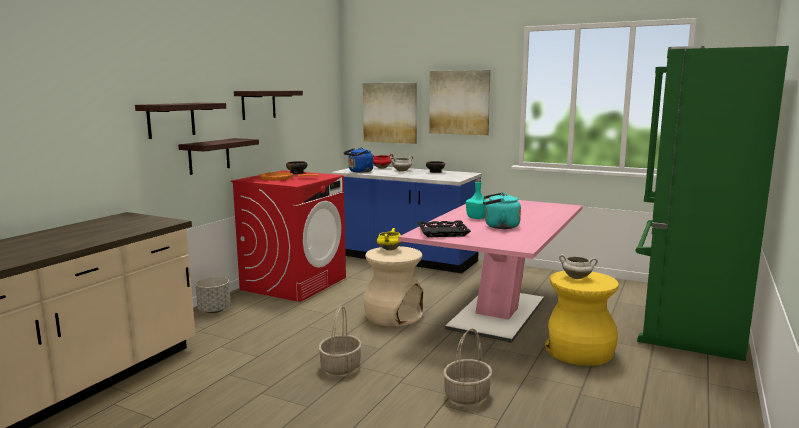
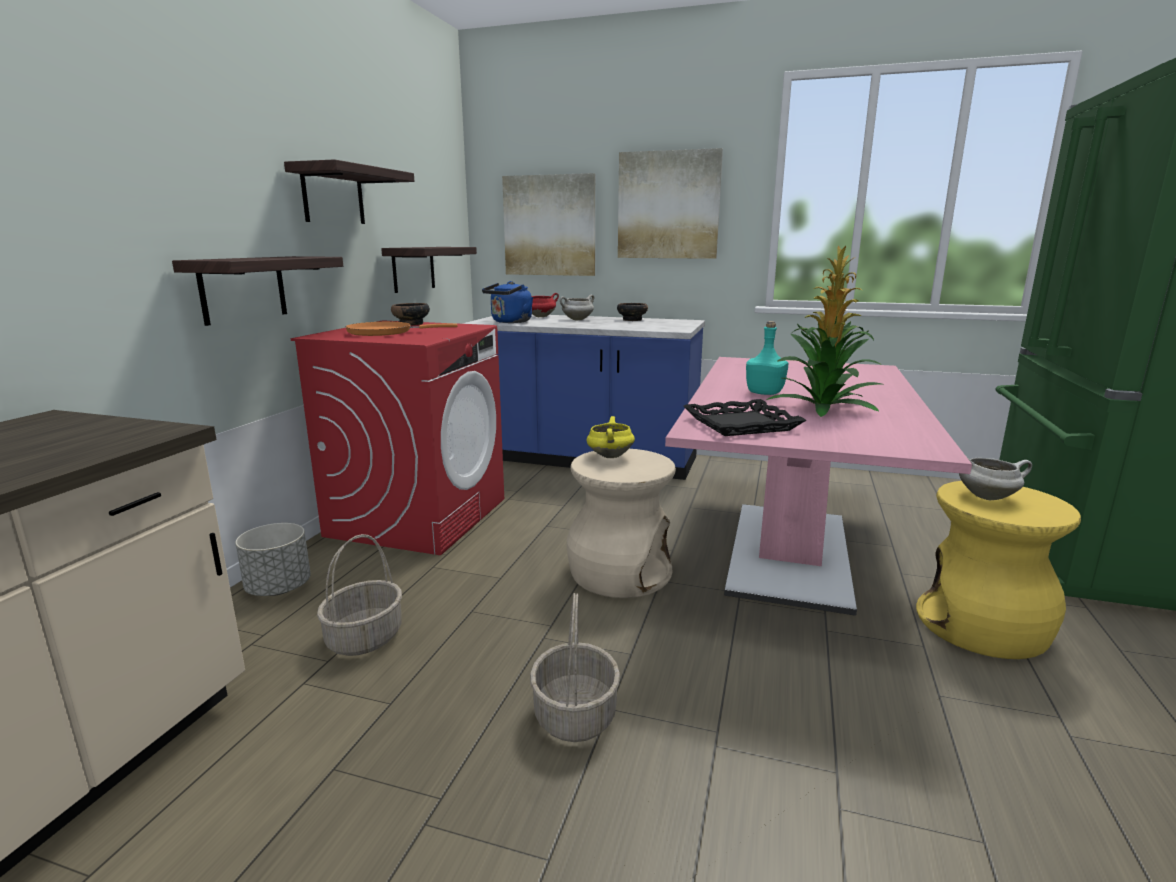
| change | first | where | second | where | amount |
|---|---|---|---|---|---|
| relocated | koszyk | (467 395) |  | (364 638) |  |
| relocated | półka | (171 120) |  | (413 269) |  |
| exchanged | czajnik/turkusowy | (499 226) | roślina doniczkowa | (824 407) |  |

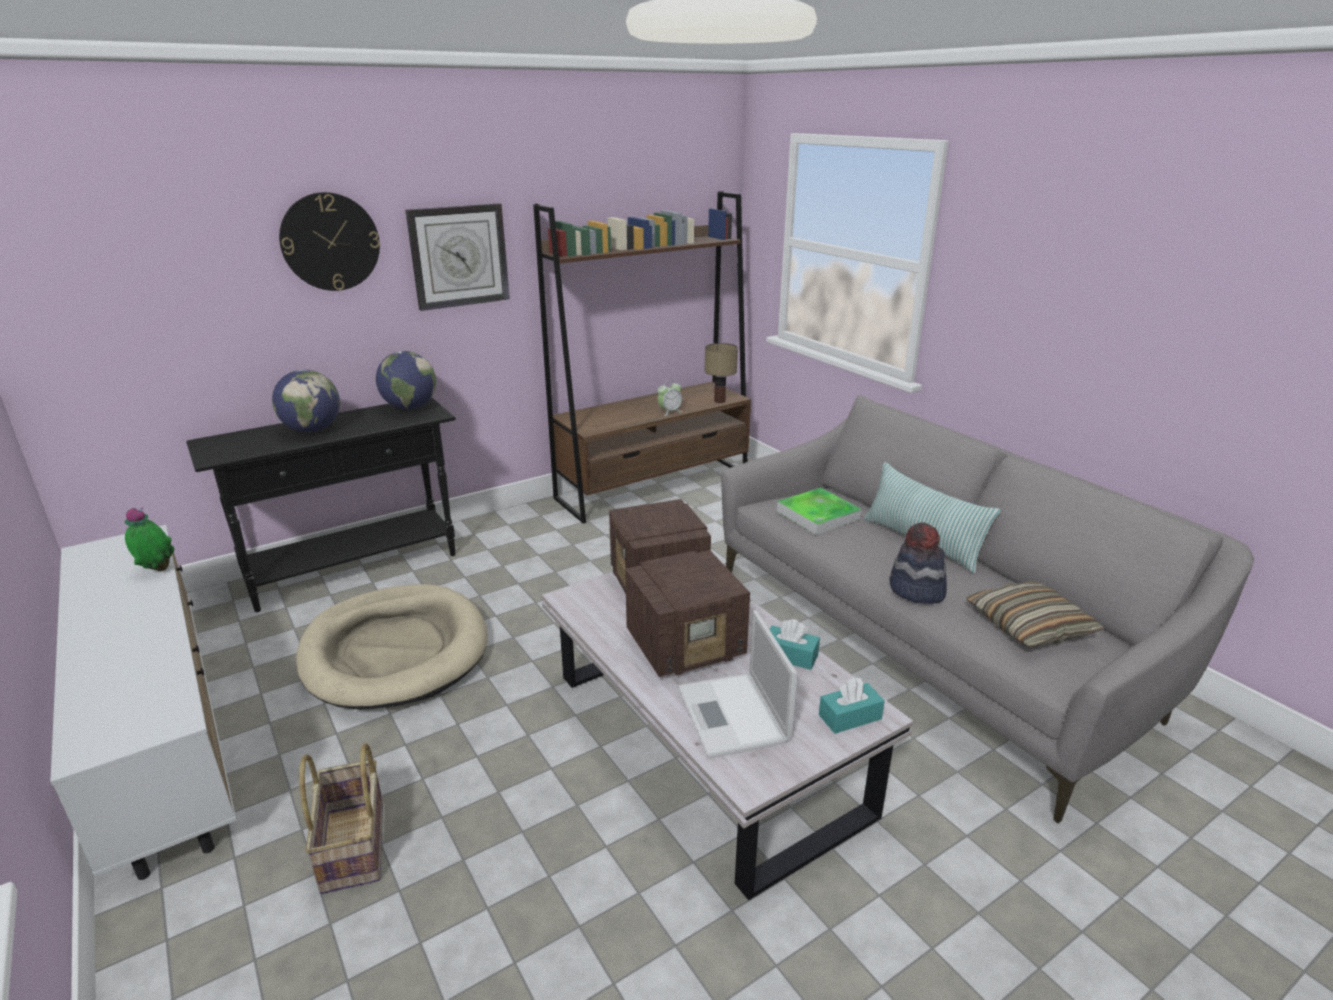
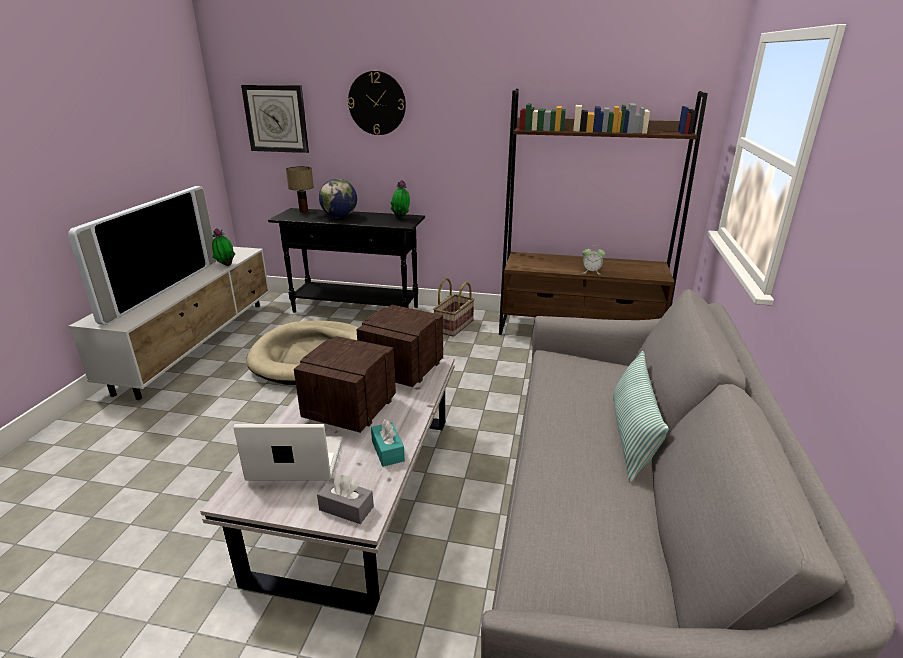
| change | first | where | second | where | amount |
|---|---|---|---|---|---|
| appeared |  |  | telewizor | (160 289) |  |
| spun | laptop | (733 716) |  | (294 460) | 60 degrees clockwise |
| relocated | zegar ścienny | (459 256) |  | (276 119) |  |
| relocated | lampa stołowa | (719 401) |  | (304 211) |  |
| spun | radio | (687 645) |  | (348 410) | 90 degrees clockwise |
| colour | pudełko chusteczek/turkusowy | (850 717) | pudełko chusteczek/szary | (346 508) |  |
| exchanged | globus | (410 407) | roślina doniczkowa | (401 218) |  |
| relocated | koszyk | (355 846) |  | (454 326) |  |
| missing | taca | (818 515) |  |  |  |
| missing | kapelusz | (916 590) |  |  |  |
| missing | poduszka | (1029 626) |  |  |  |

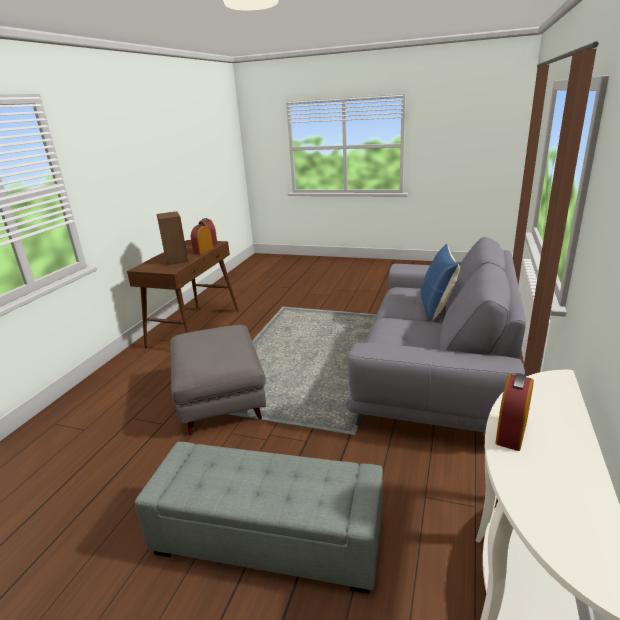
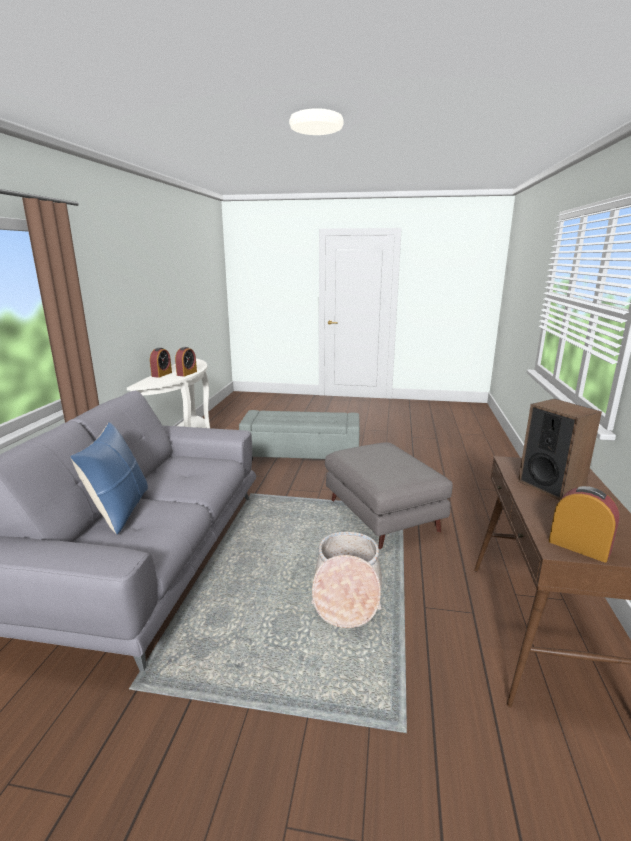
| change | first | where | second | where | amount |
|---|---|---|---|---|---|
| relocated | budzik | (203 251) |  | (162 374) |  |
| appeared |  |  | koszyk | (346 593) |  |

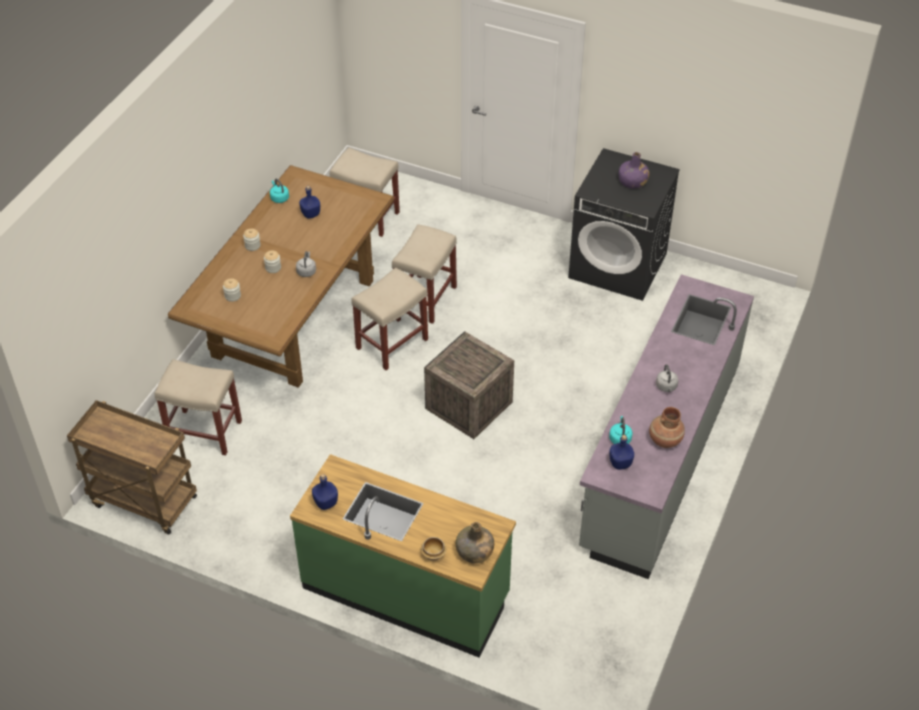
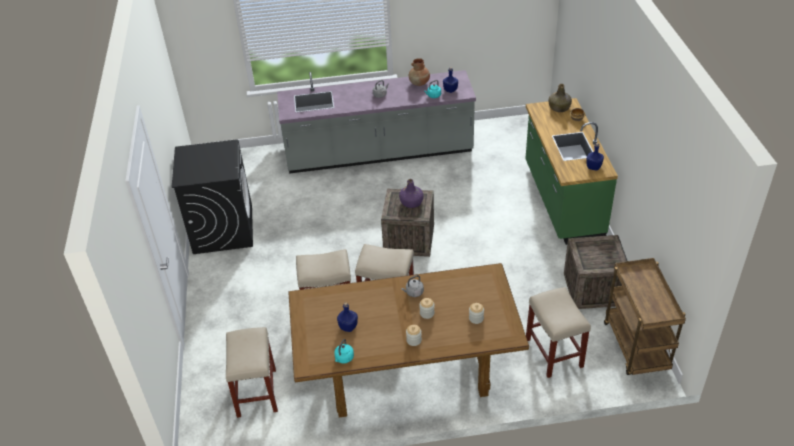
| change | first | where | second | where | amount |
|---|---|---|---|---|---|
| relocated | butelka/fioletowy | (632 182) |  | (411 202) |  |
| appeared |  |  | skrzynka | (593 289) |  |

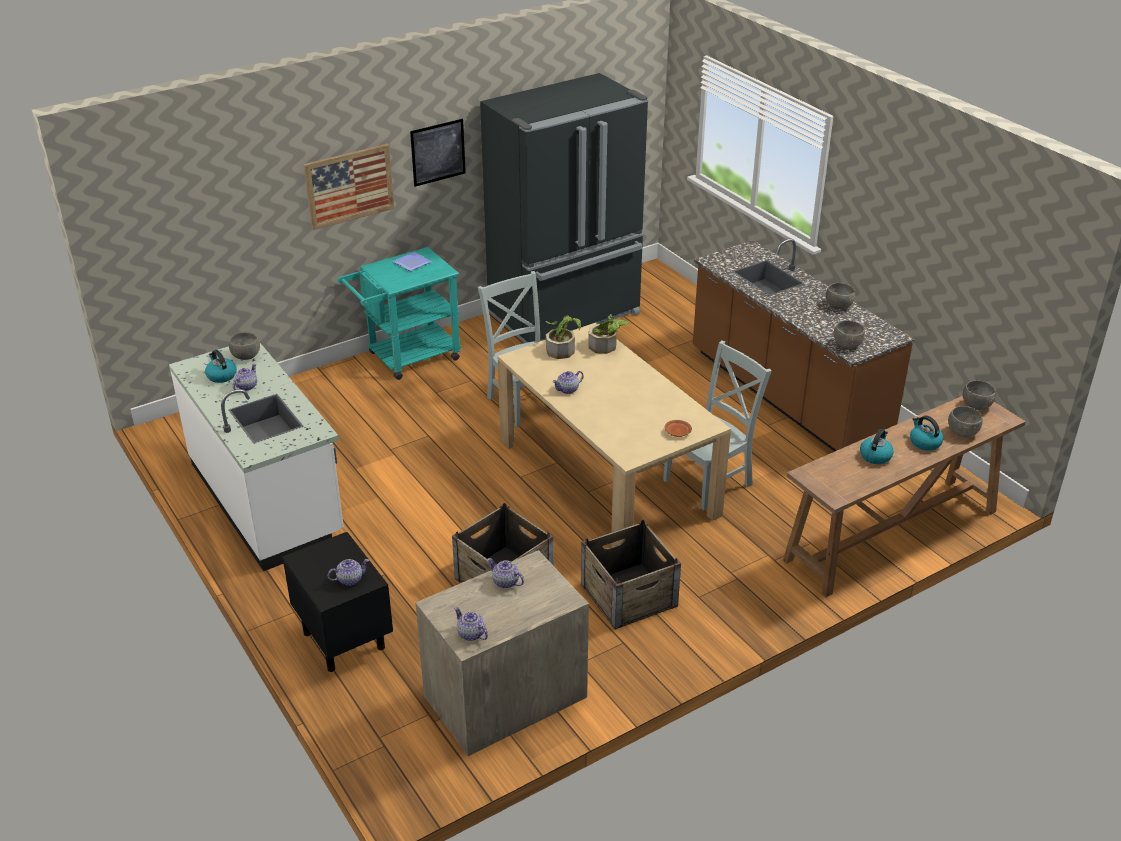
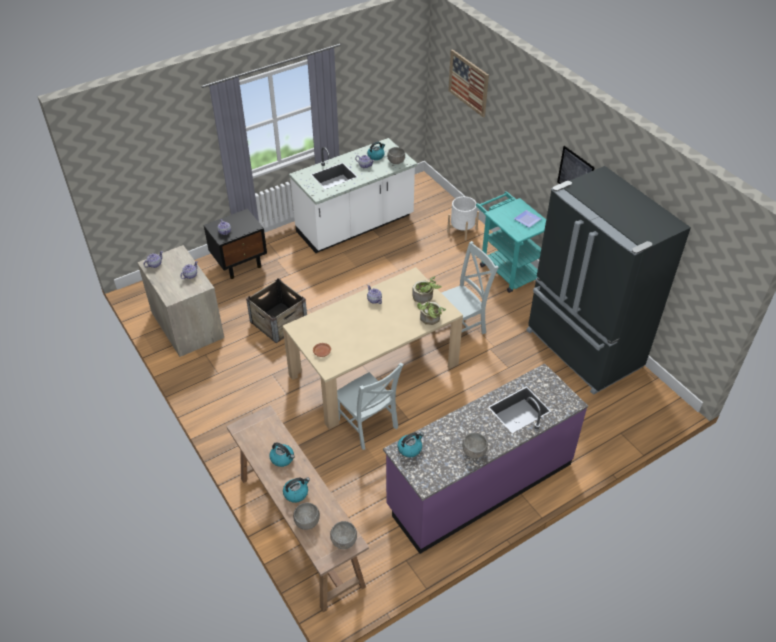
| change | first | where | second | where | amount |
|---|---|---|---|---|---|
| colour | zabudowa kuchenna/brązowy | (786 397) | zabudowa kuchenna/fioletowy | (479 485) |  |
| exchanged | miska/szary | (847 345) | czajnik | (410 448) |  |
| appeared |  |  | donica/biały | (462 230) |  |
| relocated | obraz | (349 186) |  | (468 83) |  |
| missing | skrzynka | (628 595) |  |  |  |

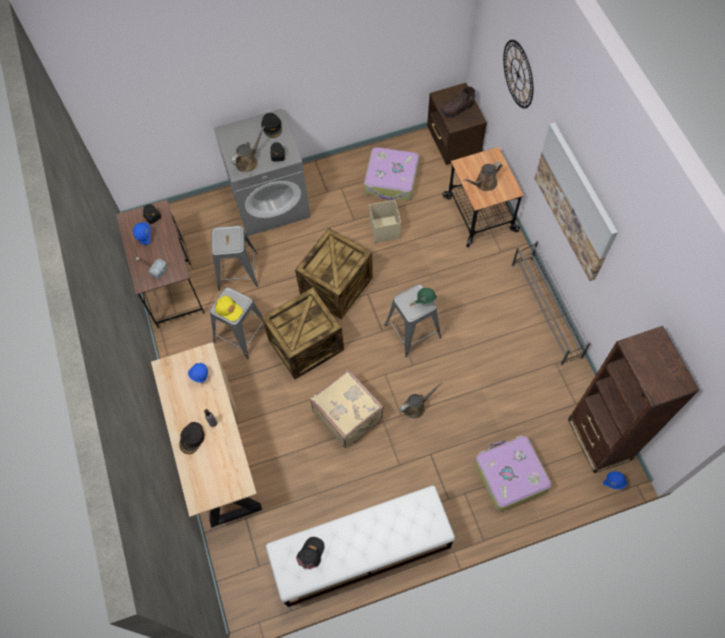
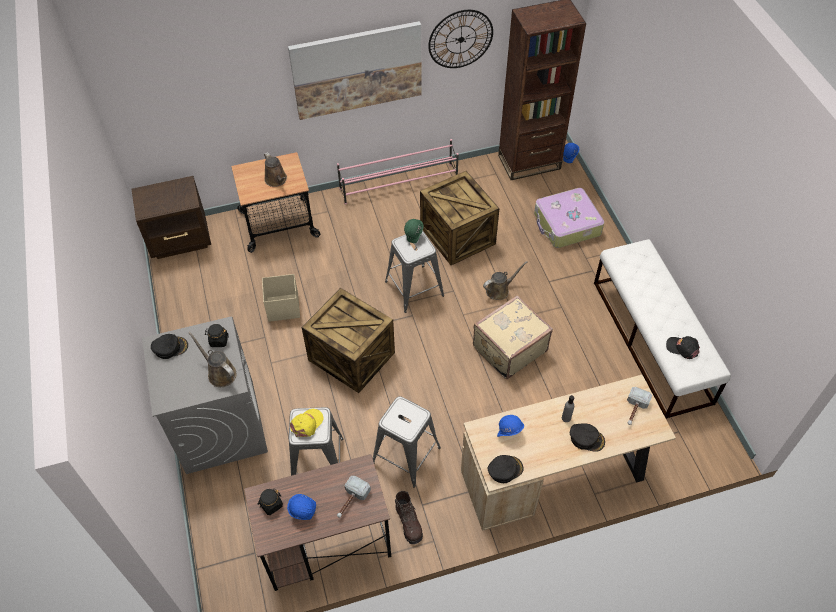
| change | first | where | second | where | amount |
|---|---|---|---|---|---|
| relocated | czapka z daszkiem/żółty | (228 309) |  | (307 424) |  |
| colour | regał na buty/szary | (546 310) | regał na buty/różowy | (399 184) |  |
| relocated | but z cholewką/brązowy | (457 109) |  | (409 523) |  |
| relocated | skrzynka | (306 345) |  | (458 235) |  |
| relocated | zegar ścienny | (518 74) |  | (460 39) |  |
| spun | konewka/brązowy | (416 406) |  | (499 290) | 90 degrees clockwise |
| appeared |  |  | czapka z daszkiem/czarny | (505 469) |  |
| appeared |  |  | młotek | (634 410) |  |
| missing | walizka | (391 179) |  |  |  |

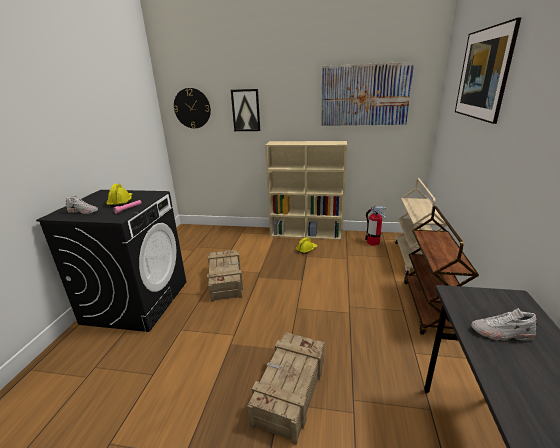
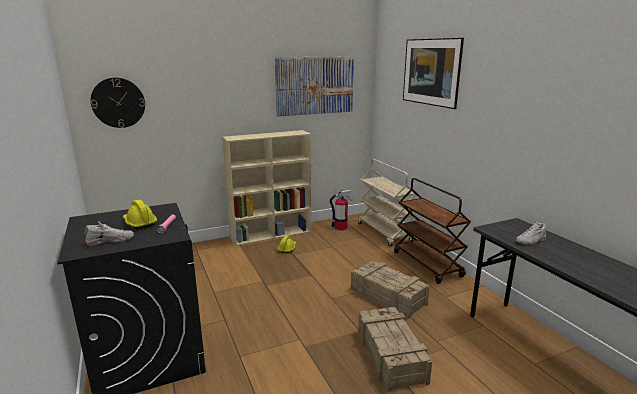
| change | first | where | second | where | amount |
|---|---|---|---|---|---|
| relocated | skrzynka | (226 281) |  | (388 296) |  |
| missing | obraz | (246 110) |  |  |  |

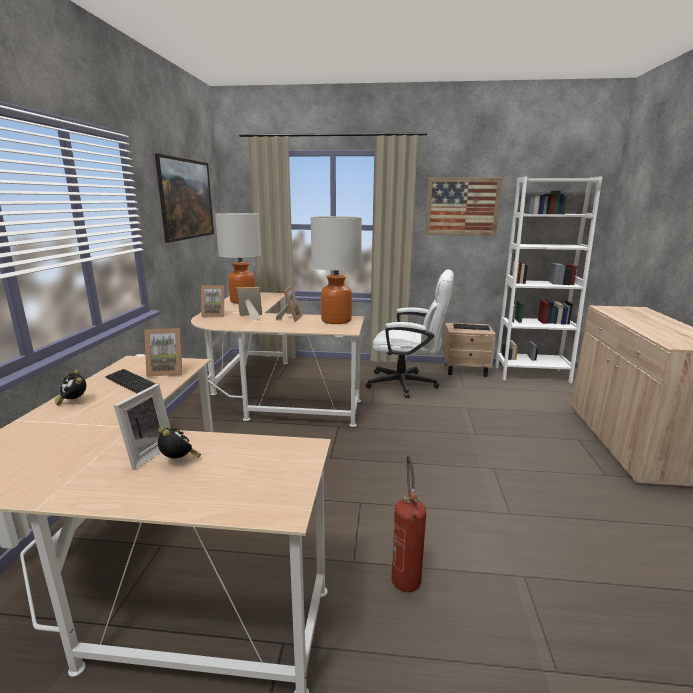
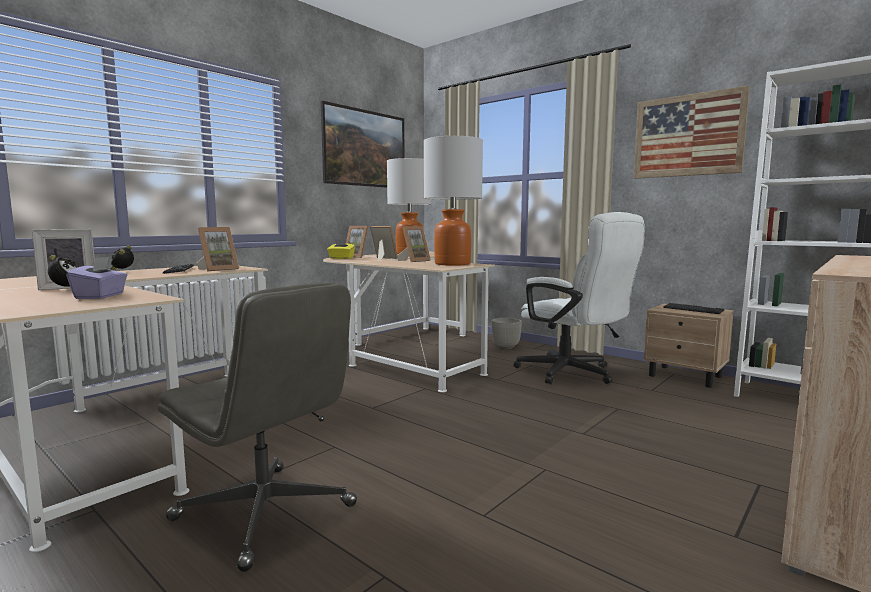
| change | first | where | second | where | amount |
|---|---|---|---|---|---|
| appeared |  |  | pudełko chusteczek/fioletowy | (100 296) |  |
| exchanged | gaśnica | (405 574) | krzesło biurowe/szary | (266 513) |  |
| spun | ramka na zdjęcie | (167 371) |  | (217 269) | 75 degrees counterclockwise |
| appeared |  |  | pudełko chusteczek/żółty | (341 258) |  |
| appeared |  |  | donica/szary | (506 347) |  |

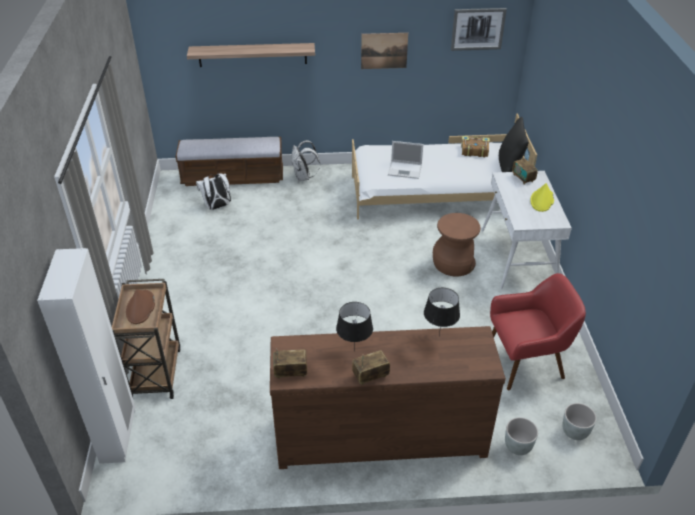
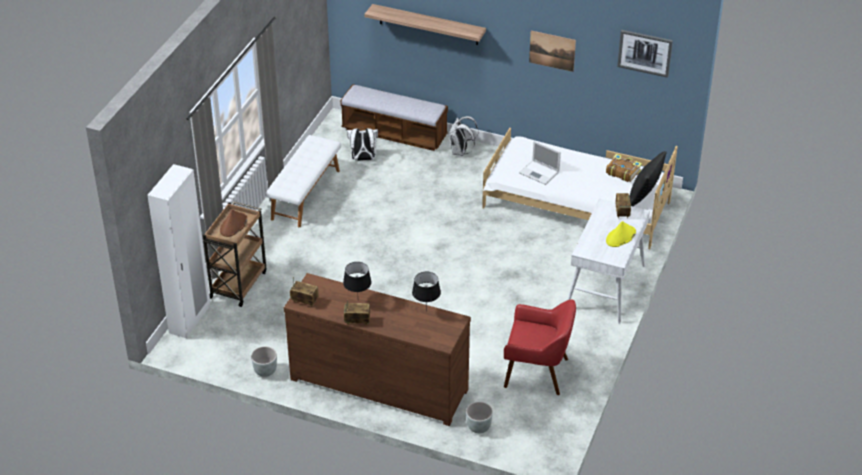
| change | first | where | second | where | amount |
|---|---|---|---|---|---|
| relocated | donica/szary | (575 432) |  | (265 371) |  |
| appeared |  |  | ławka/biały | (305 194) |  |
| missing | stołek/brązowy | (453 263) |  |  |  |

